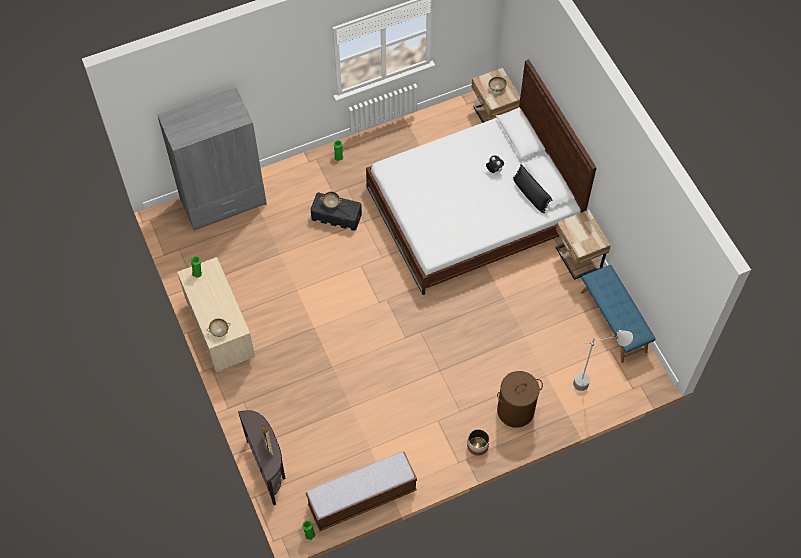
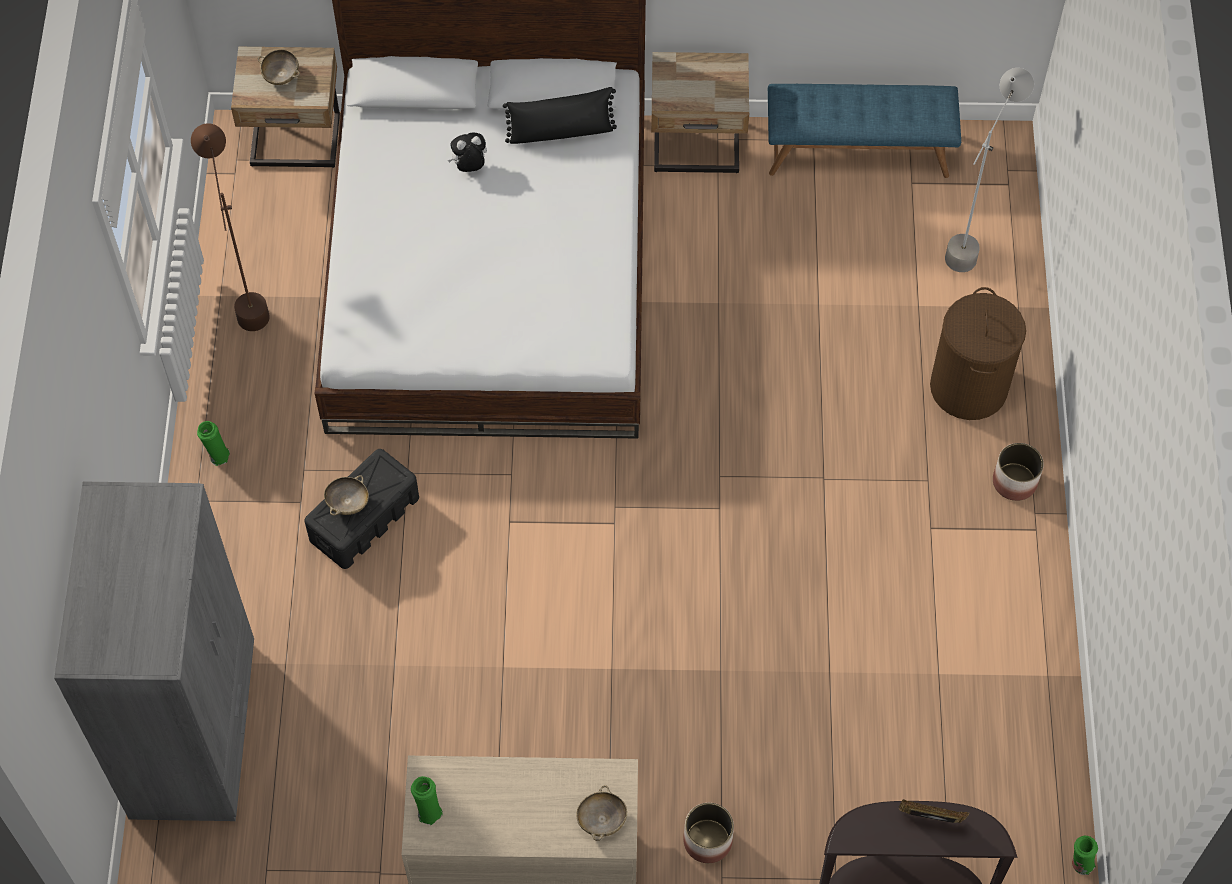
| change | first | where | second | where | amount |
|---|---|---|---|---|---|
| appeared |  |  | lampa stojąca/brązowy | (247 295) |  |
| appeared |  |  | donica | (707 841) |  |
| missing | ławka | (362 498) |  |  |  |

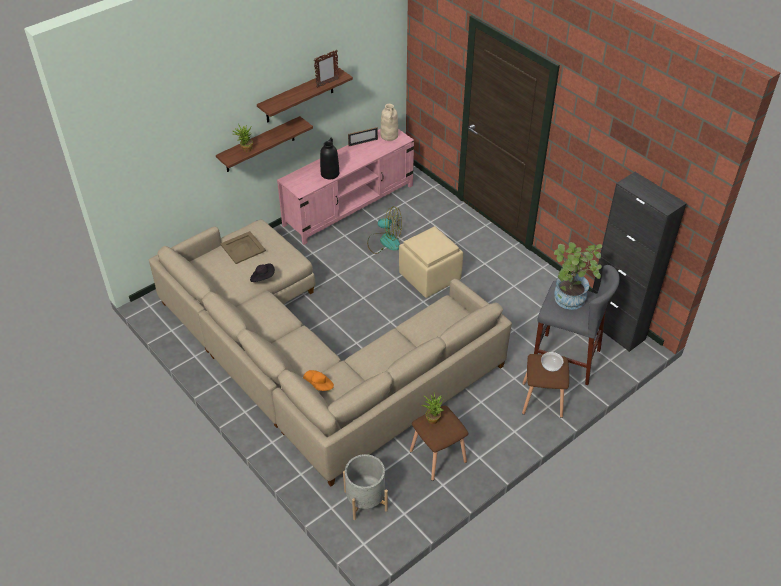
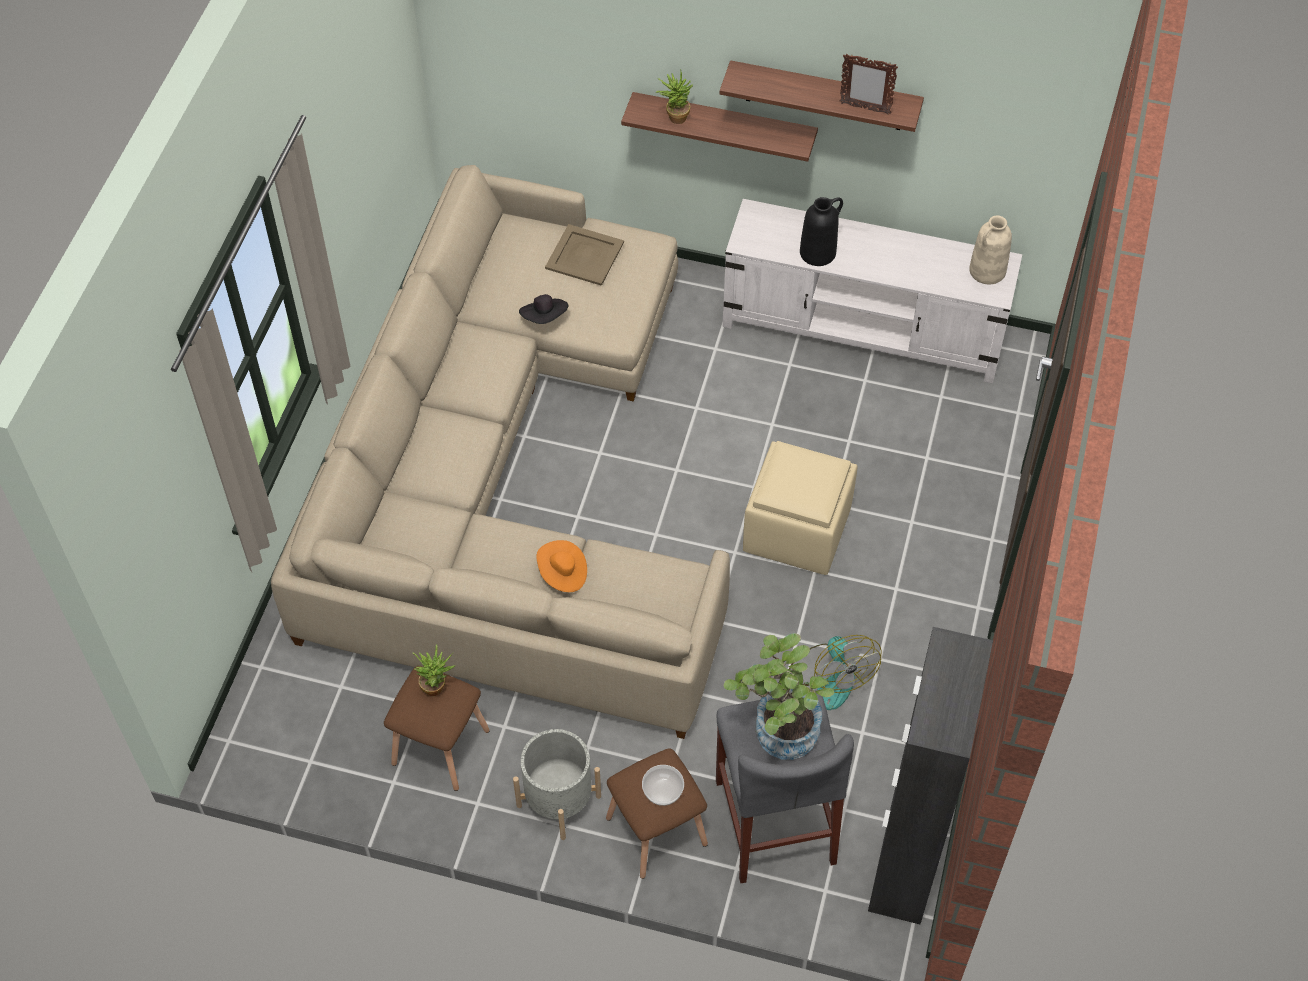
| change | first | where | second | where | amount |
|---|---|---|---|---|---|
| relocated | donica/szary | (365 500) |  | (559 801) |  |
| relocated | kapelusz/pomarańczowy | (318 386) |  | (562 573) |  |
| colour | szafka pod telewizor/różowy | (349 205) | szafka pod telewizor/biały | (864 328) |  |
| relocated | wentylator | (384 241) |  | (829 676) |  |
| missing | ramka na zdjęcie | (363 142) |  |  |  |

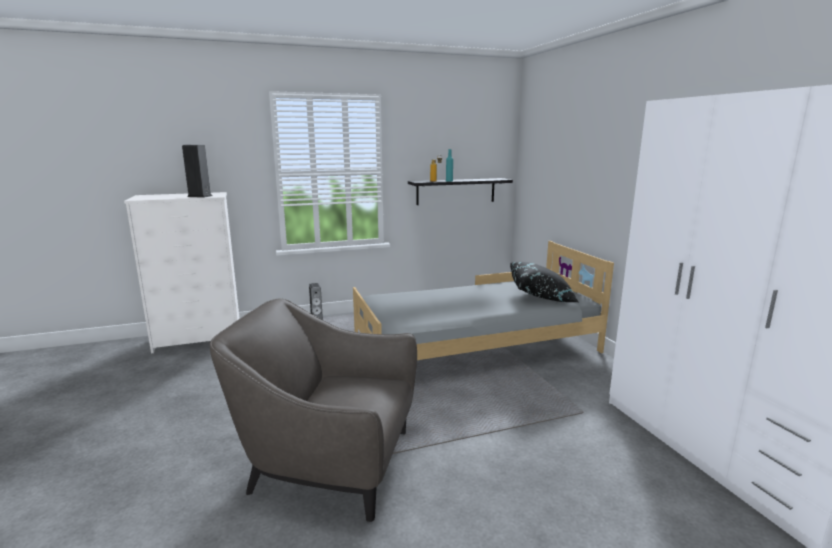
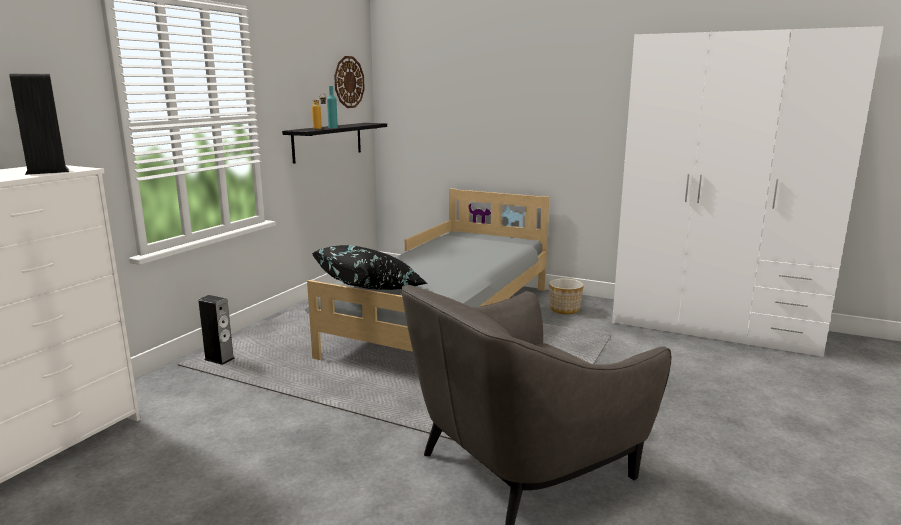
| change | first | where | second | where | amount |
|---|---|---|---|---|---|
| relocated | poduszka/czarny | (541 296) |  | (371 288) |  |
| appeared |  |  | zegar ścienny | (349 82) |  |
| appeared |  |  | donica | (565 309) |  |

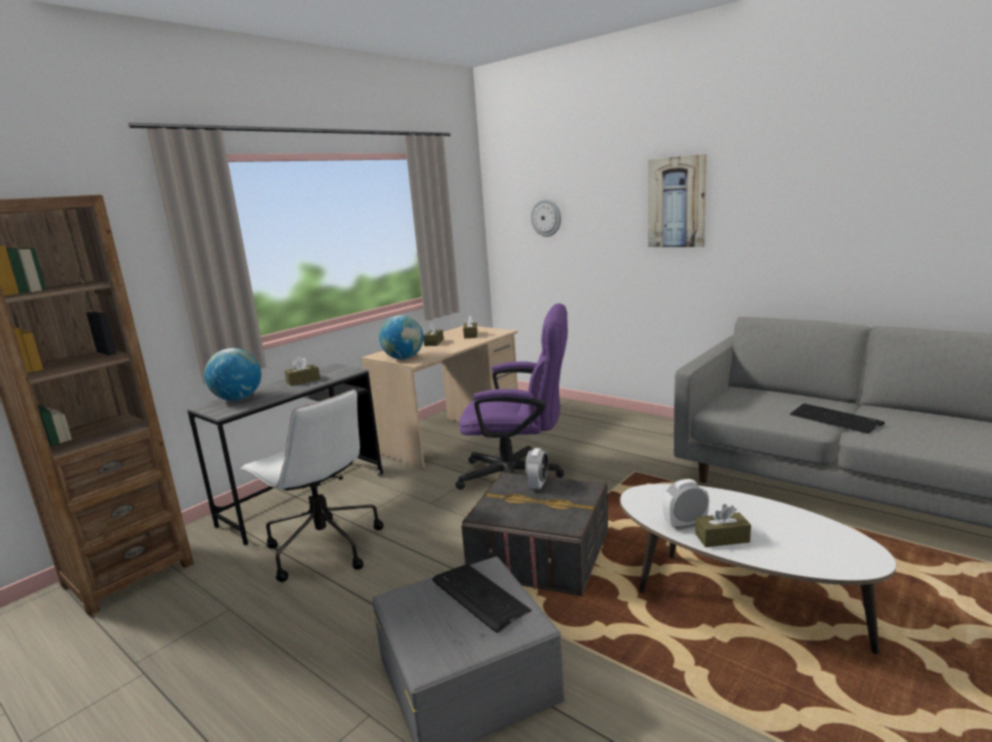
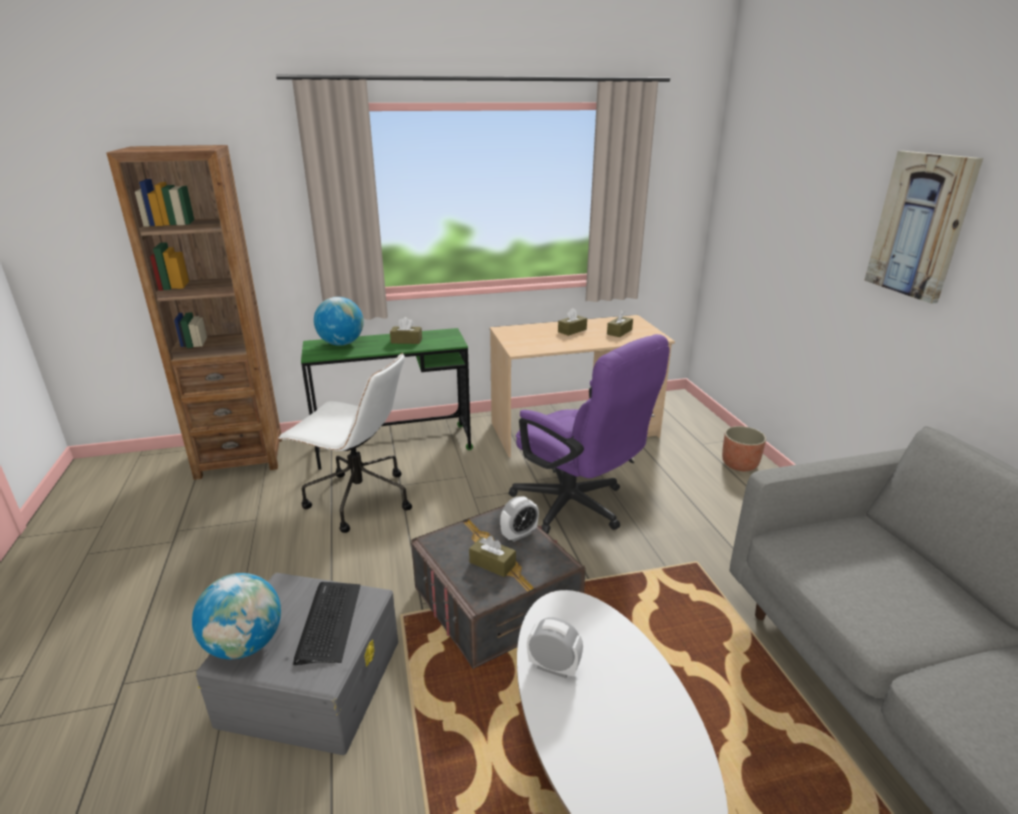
| change | first | where | second | where | amount |
|---|---|---|---|---|---|
| relocated | globus | (404 358) |  | (245 645) |  |
| spun | krzesło biurowe/biały | (323 547) |  | (358 499) | 60 degrees counterclockwise |
| colour | biurko/szary | (304 499) | biurko/zielony | (394 446) |  |
| relocated | pudełko chusteczek/brązowy | (722 538) |  | (492 563) |  |
| appeared |  |  | donica | (740 464) |  |
| missing | zegar ścienny | (546 217) |  |  |  |
| missing | klawiatura | (834 419) |  |  |  |

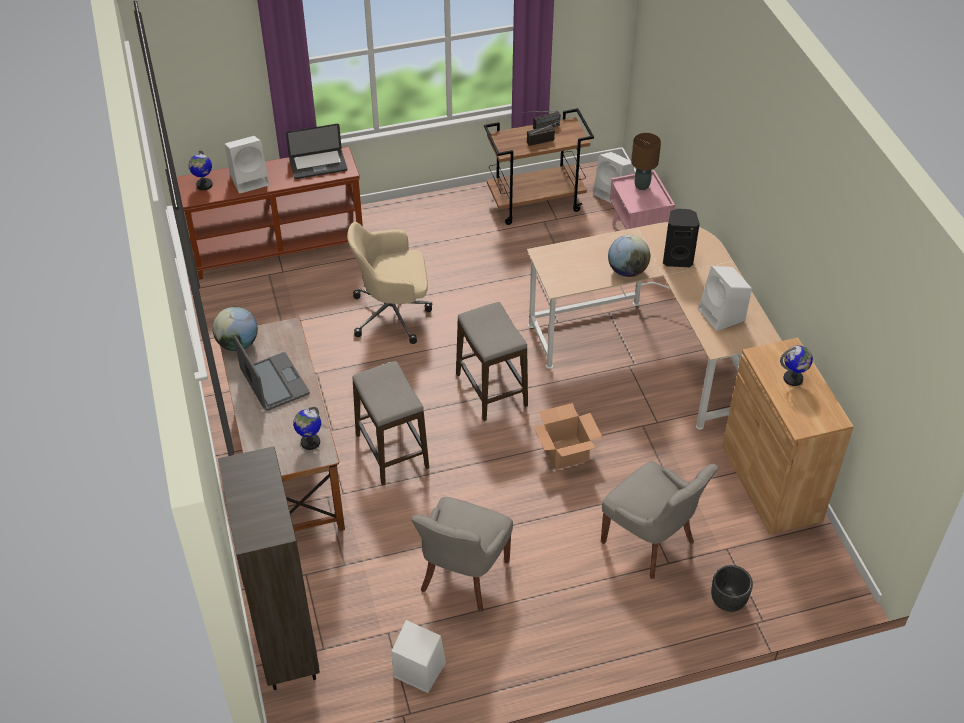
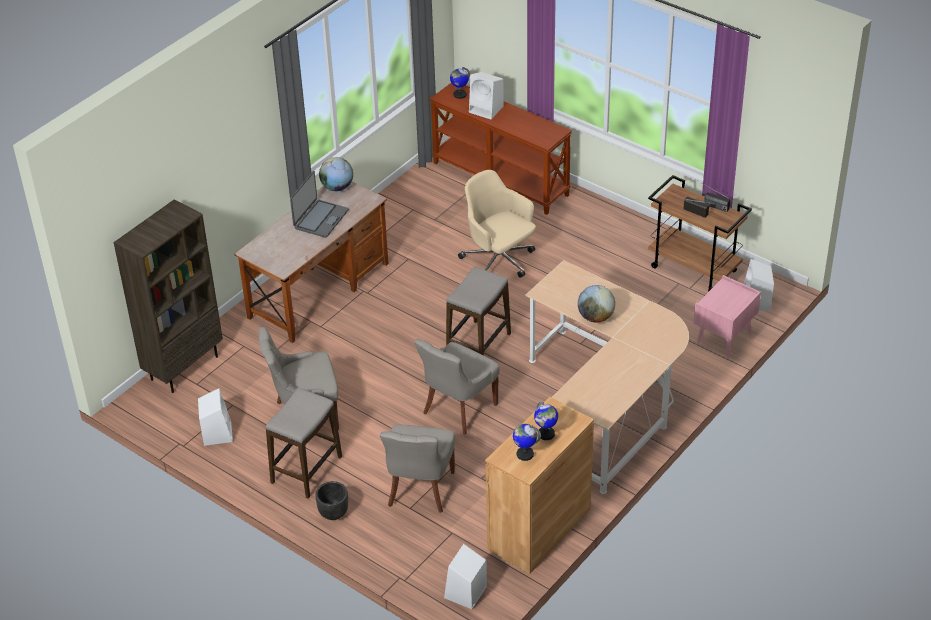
| change | first | where | second | where | amount |
|---|---|---|---|---|---|
| relocated | stołek | (392 451) |  | (307 470) |  |
| relocated | donica/czarny | (728 602) |  | (333 514) |  |
| exchanged | karton | (565 453) | krzesło/szary | (458 409) |  |
| relocated | głośnik/biały | (722 315) |  | (465 593) |  |
| relocated | globus | (310 442) |  | (524 454) |  |
| missing | laptop | (318 165) |  |  |  |
| missing | lampa stołowa/brązowy | (641 186) |  |  |  |
| missing | głośnik/czarny | (677 259) |  |  |  |

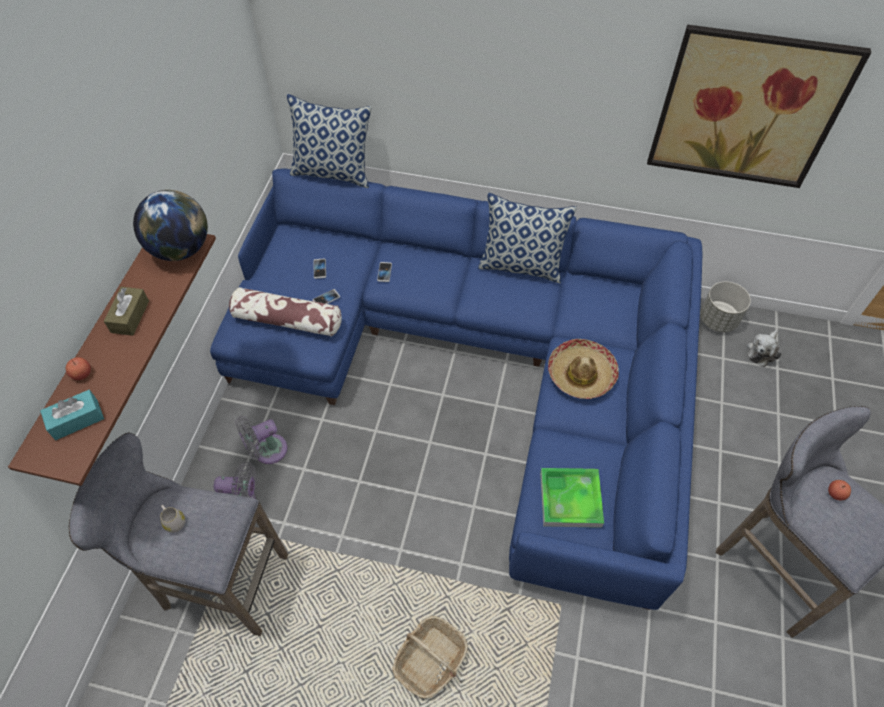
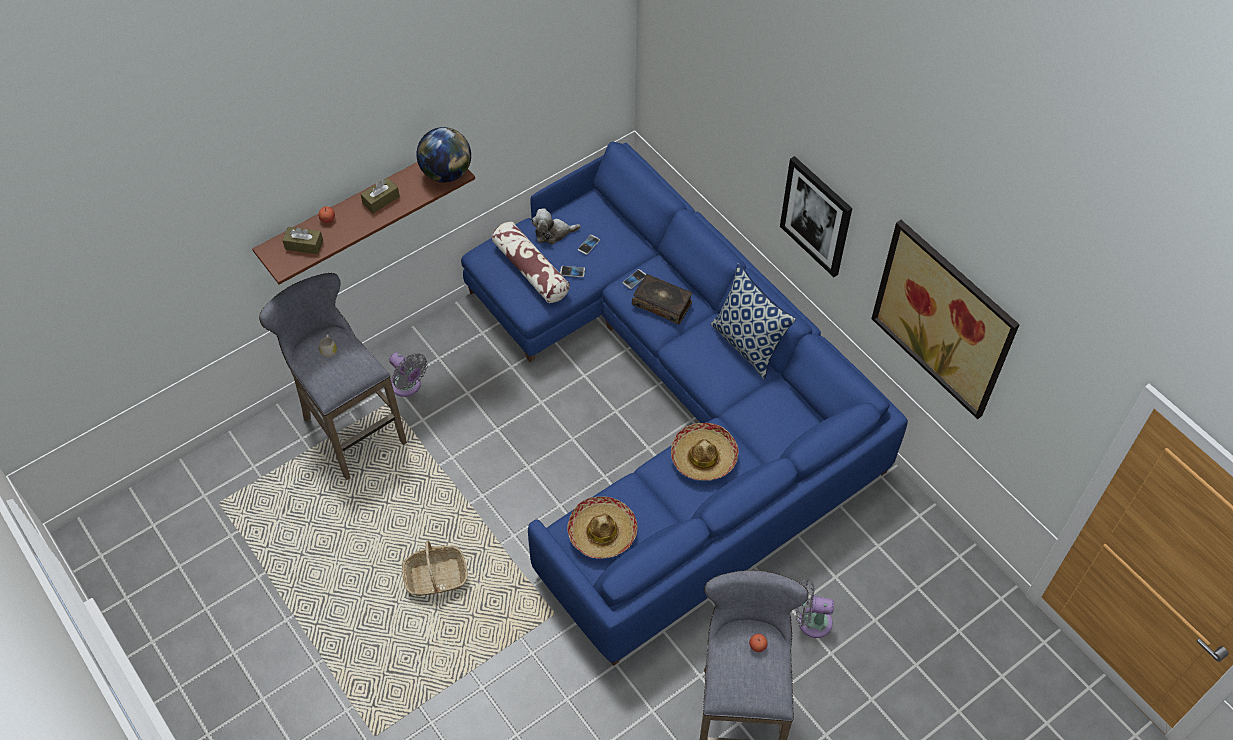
| change | first | where | second | where | amount |
|---|---|---|---|---|---|
| colour | pudełko chusteczek/turkusowy | (76 420) | pudełko chusteczek/brązowy | (304 245) |  |
| relocated | pluszak | (762 351) |  | (553 233) |  |
| exchanged | taca | (570 499) | kapelusz | (602 532) |  |
| appeared |  |  | książka | (662 303) |  |
| appeared |  |  | obraz | (816 216) |  |
| relocated | wentylator/szary | (267 451) |  | (811 621) |  |
| missing | poduszka | (333 172) |  |  |  |
| missing | donica/szary | (718 320) |  |  |  |

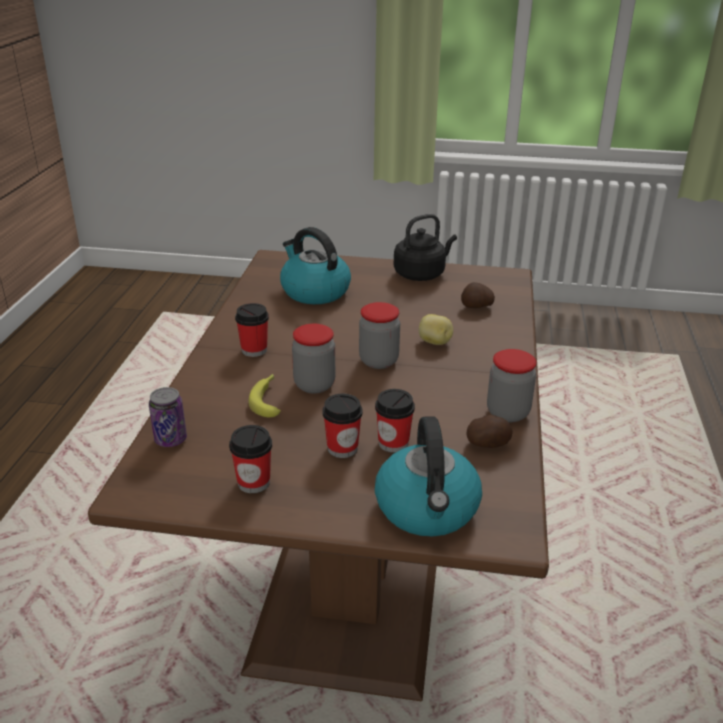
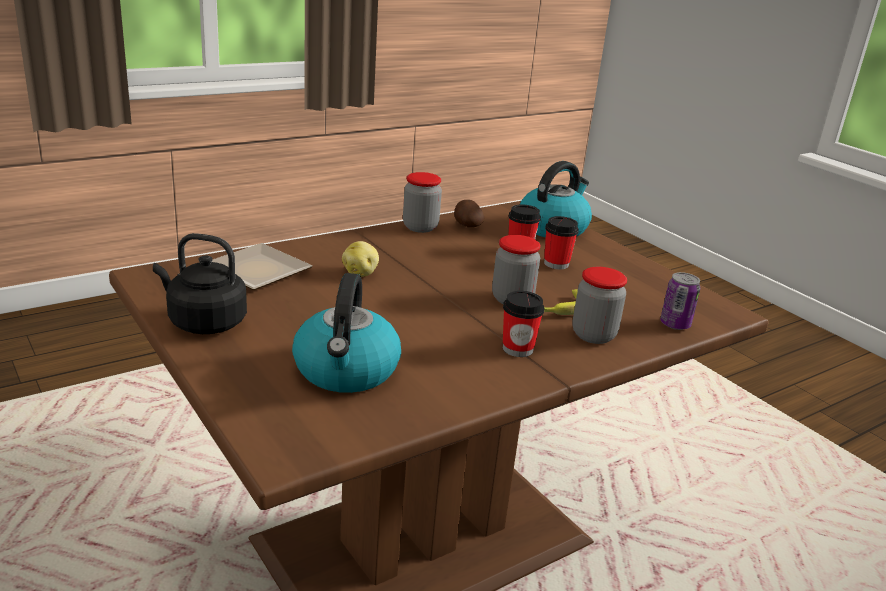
| change | first | where | second | where | amount |
|---|---|---|---|---|---|
| exchanged | ziemniak | (476 307) | talerz | (257 273) |  |
| relocated | słoik | (378 361) |  | (593 335) |  |
| missing | filiżanka | (253 482) |  |  |  |

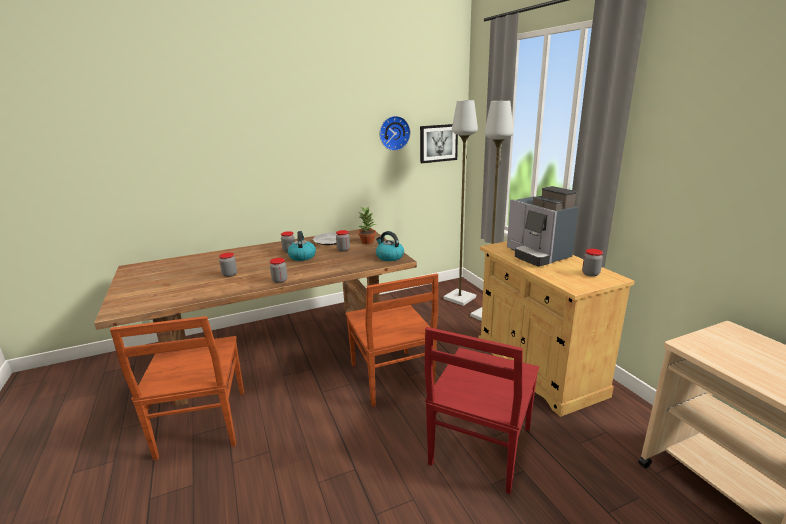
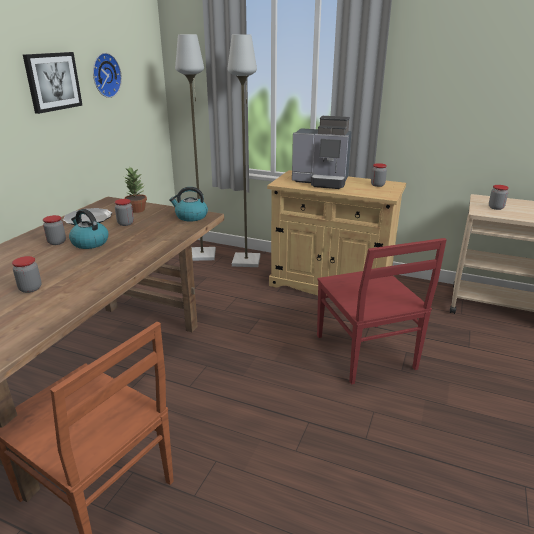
| change | first | where | second | where | amount |
|---|---|---|---|---|---|
| relocated | obraz | (438 143) |  | (52 81) |  |
| relocated | słoik | (280 281) |  | (496 207) |  |
| missing | krzesło/brązowy | (391 378) |  |  |  |

